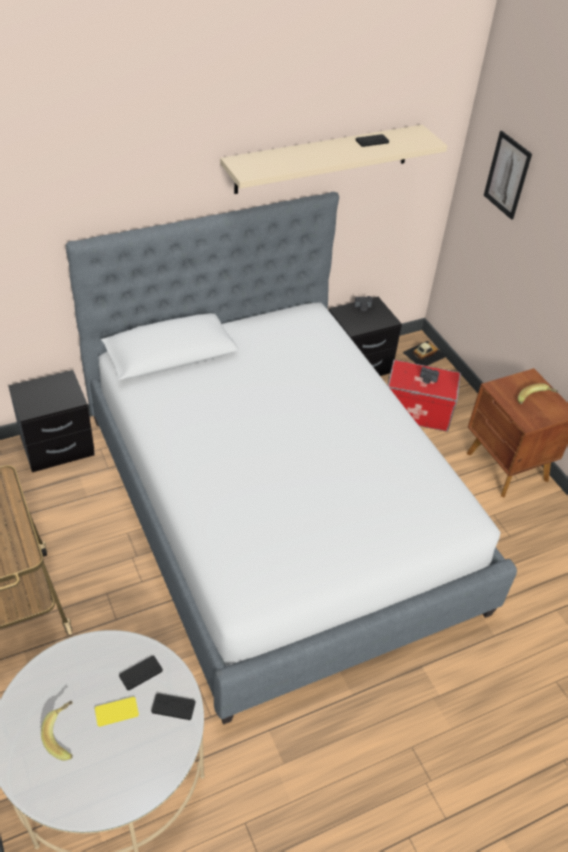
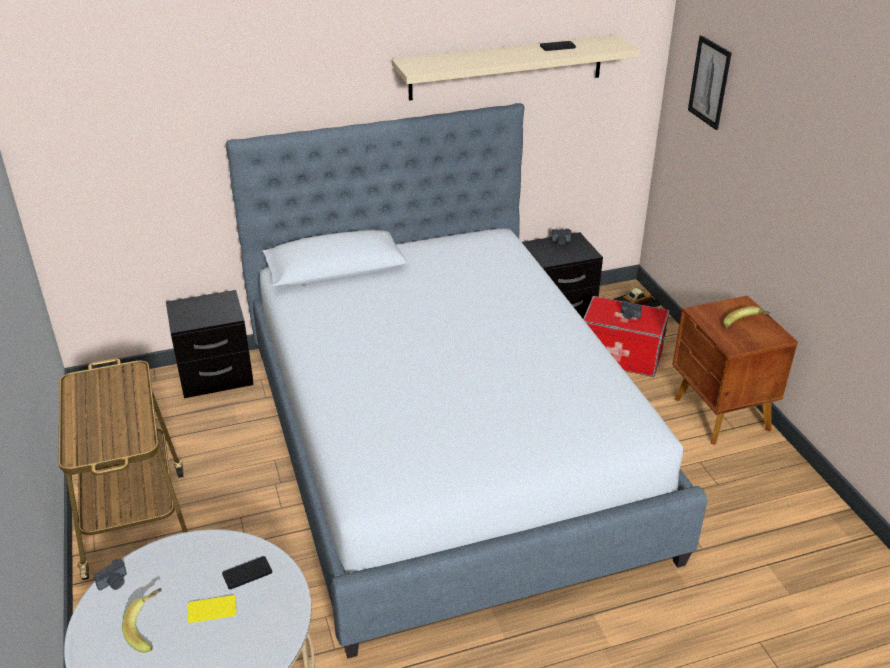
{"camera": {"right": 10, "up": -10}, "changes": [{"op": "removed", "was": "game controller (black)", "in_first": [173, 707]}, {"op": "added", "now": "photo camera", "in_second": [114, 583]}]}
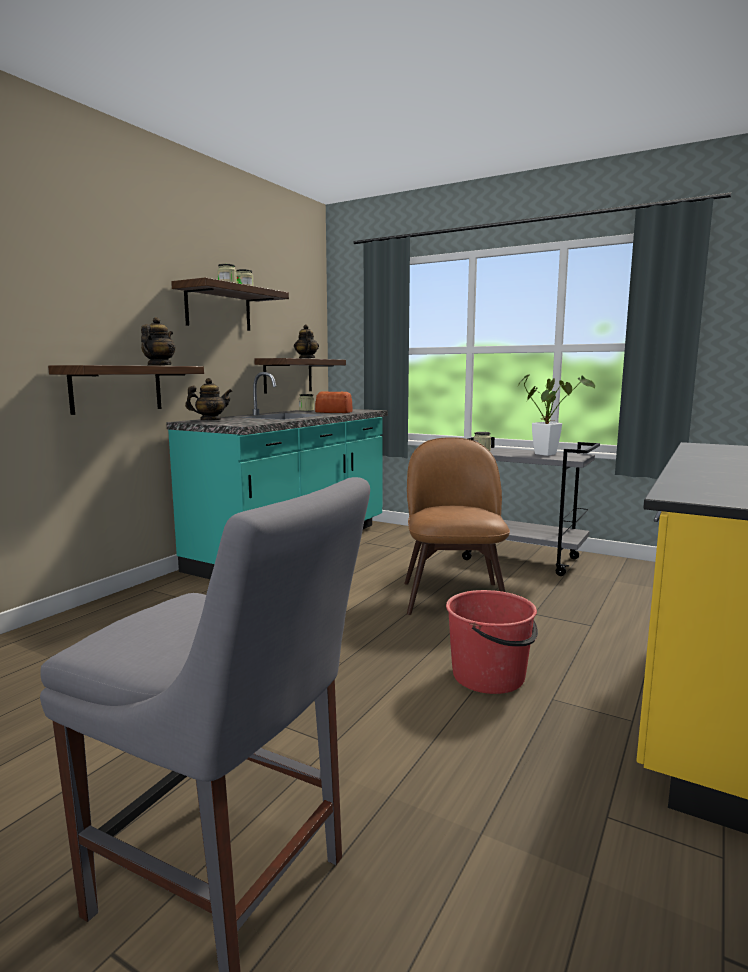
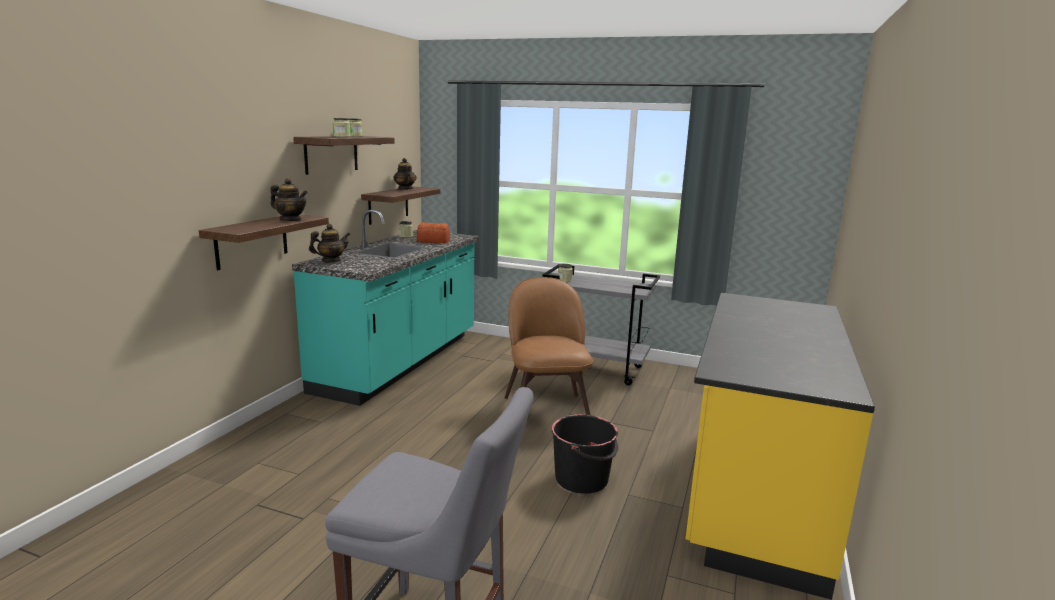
{"camera": {"right": -10, "up": 5}, "changes": [{"op": "turned", "was": "teapot", "in_first": [159, 365], "in_second": [290, 220], "clockwise": 105}, {"op": "removed", "was": "potted plant", "in_first": [548, 454]}, {"op": "recoloured", "was": "bucket (red)", "now": "bucket (black)", "in_first": [489, 676], "in_second": [582, 479]}]}
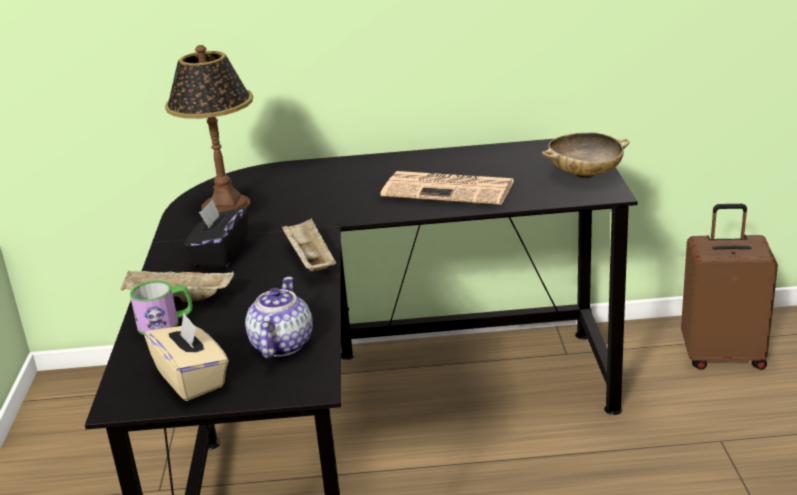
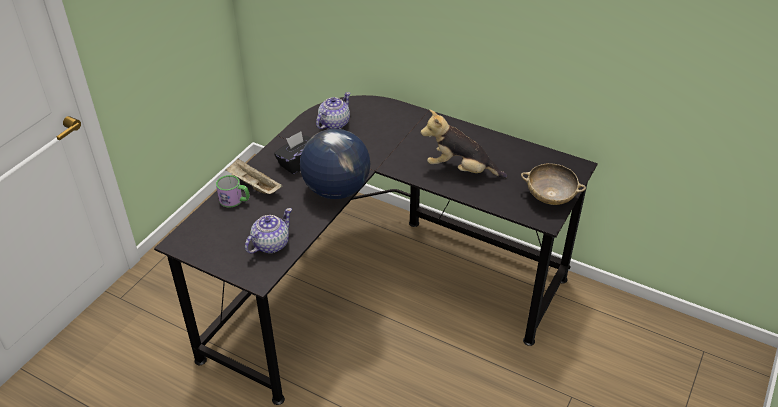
{"camera": {"right": 30, "up": 15}, "changes": [{"op": "replaced", "was": "table lamp", "now": "teapot", "in_first": [225, 205], "in_second": [333, 123]}, {"op": "replaced", "was": "newspaper", "now": "plush toy", "in_first": [450, 189], "in_second": [460, 170]}, {"op": "removed", "was": "suitcase (brown)", "in_first": [722, 355]}, {"op": "replaced", "was": "tray (beige)", "now": "globe", "in_first": [309, 260], "in_second": [336, 190]}, {"op": "removed", "was": "tissue box (beige)", "in_first": [192, 379]}]}
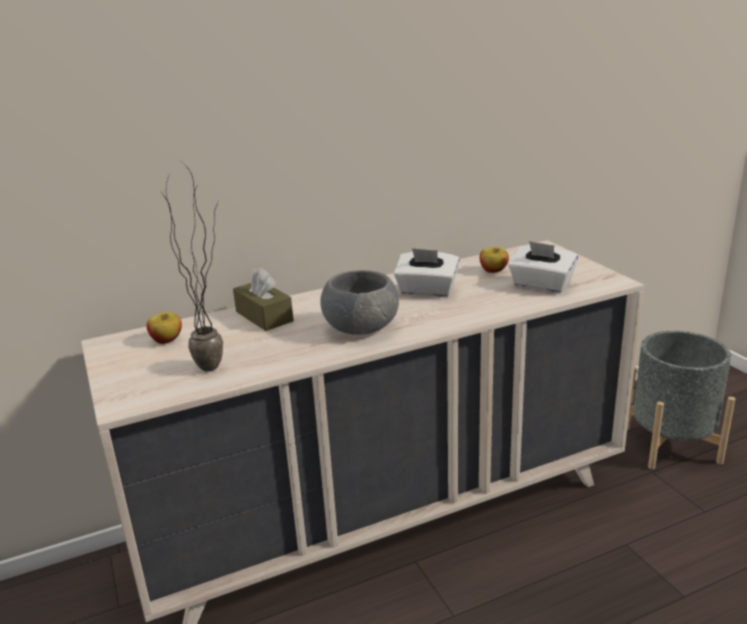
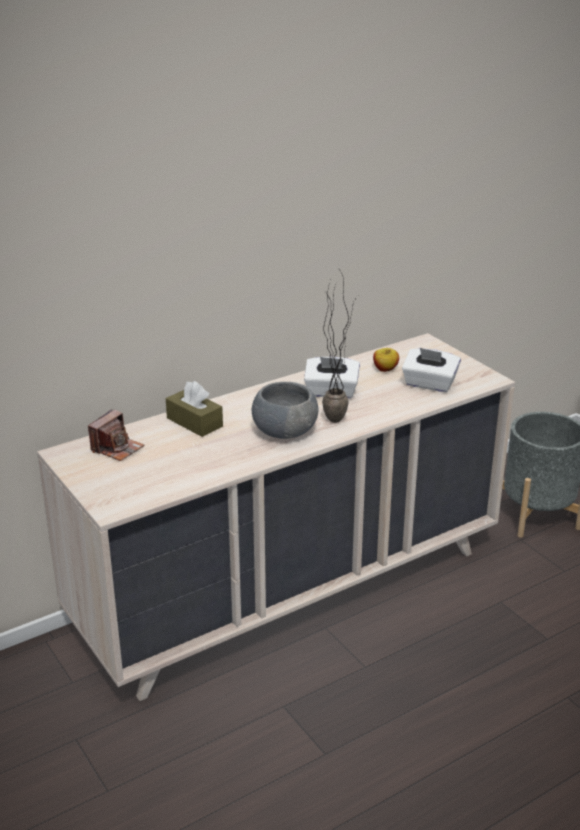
{"camera": {"right": -10, "up": 5}, "changes": [{"op": "moved", "was": "potted plant", "in_first": [217, 363], "in_second": [338, 416]}, {"op": "replaced", "was": "apple", "now": "photo camera", "in_first": [166, 340], "in_second": [117, 448]}]}
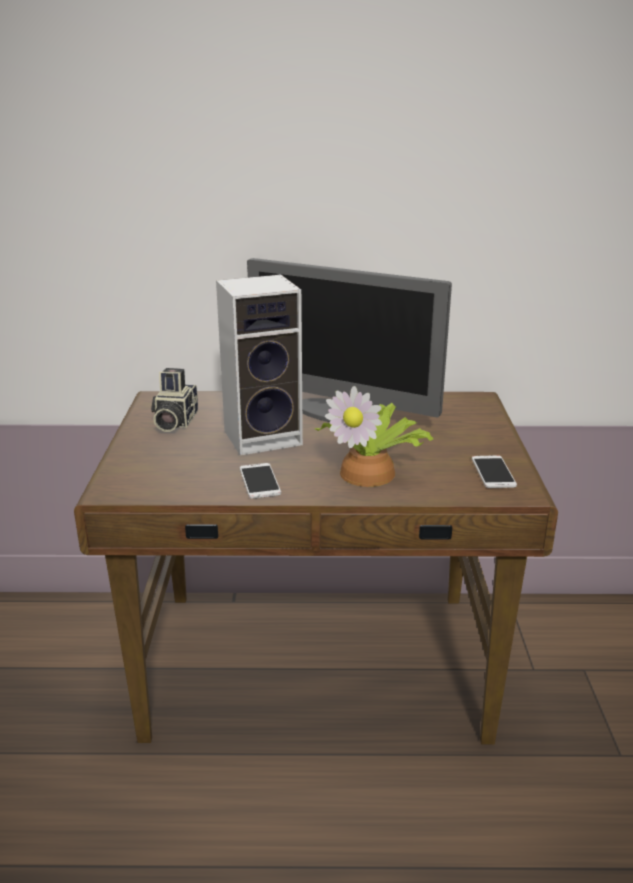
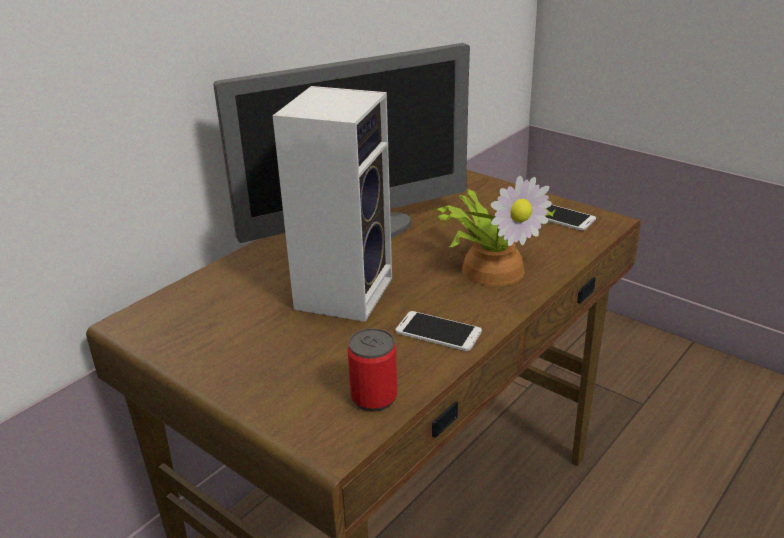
{"camera": {"right": -50, "up": 5}, "changes": [{"op": "removed", "was": "photo camera", "in_first": [174, 422]}, {"op": "added", "now": "can", "in_second": [374, 397]}]}
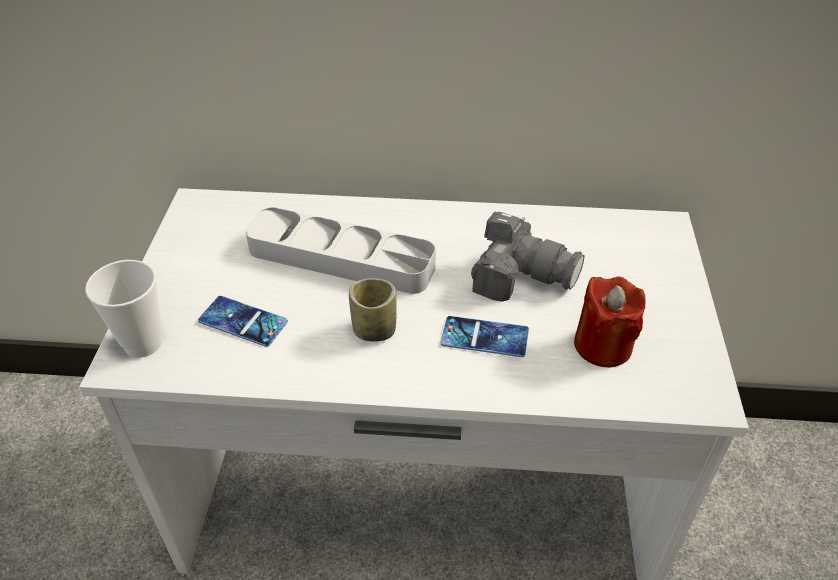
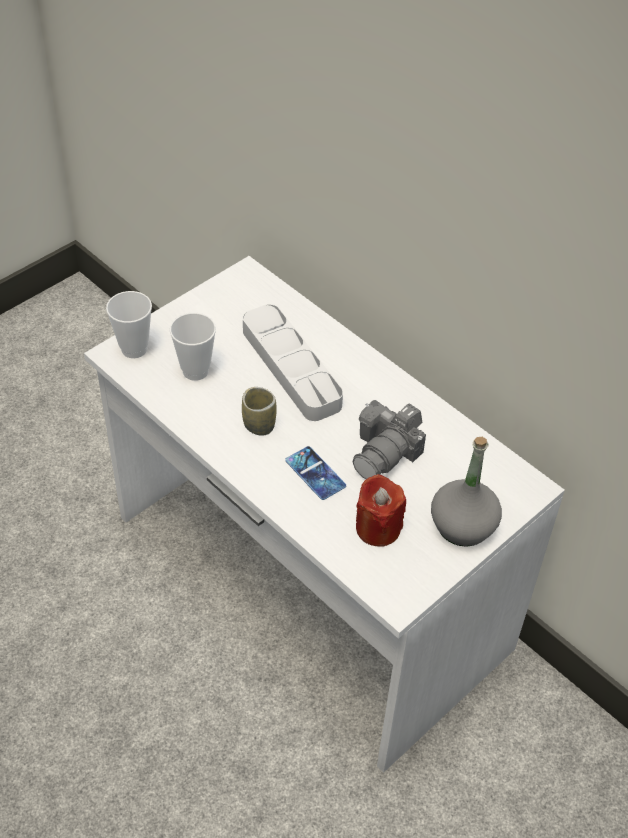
{"camera": {"right": 40, "up": 5}, "changes": [{"op": "turned", "was": "photo camera", "in_first": [521, 275], "in_second": [386, 452], "clockwise": 60}, {"op": "replaced", "was": "phone", "now": "cup", "in_first": [243, 321], "in_second": [195, 371]}, {"op": "added", "now": "bottle (grey)", "in_second": [462, 525]}]}
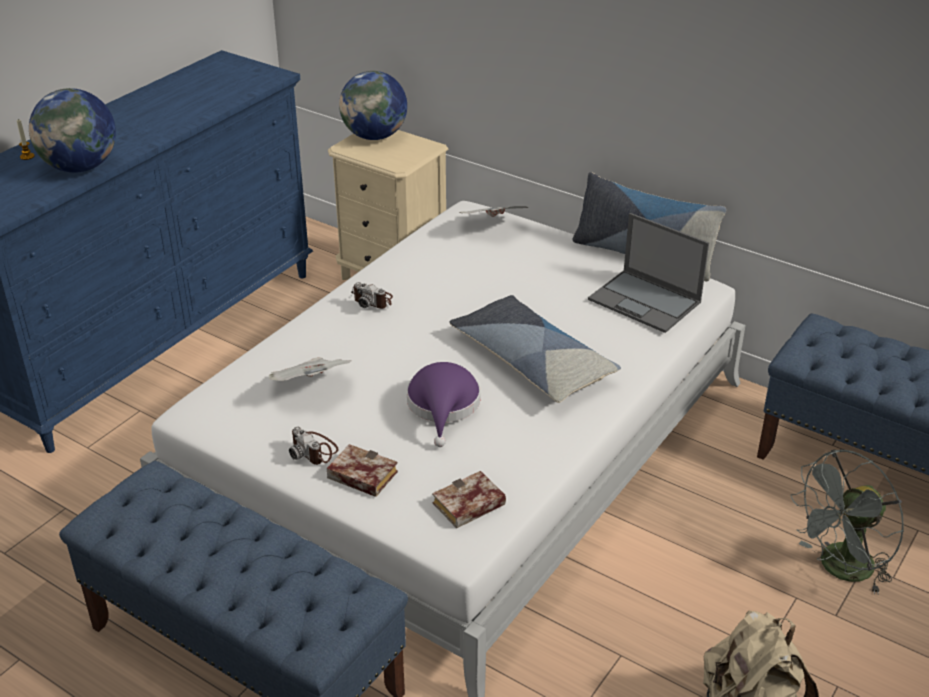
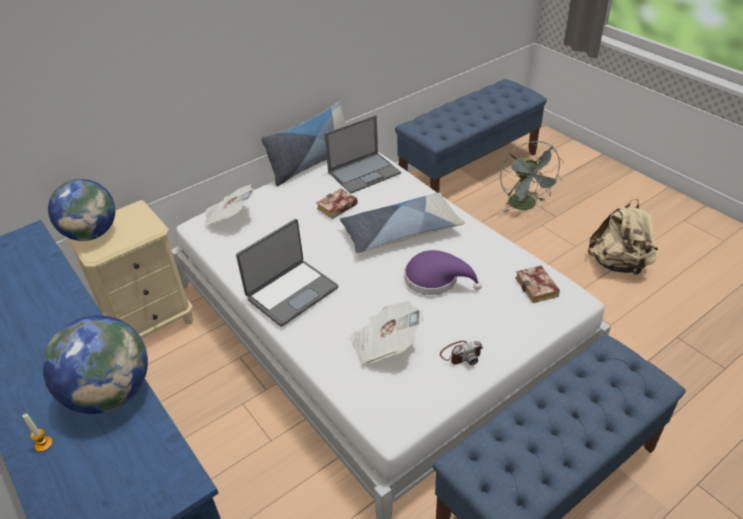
{"camera": {"right": -70, "up": 5}, "changes": [{"op": "replaced", "was": "photo camera", "now": "laptop", "in_first": [373, 300], "in_second": [291, 292]}, {"op": "moved", "was": "book", "in_first": [359, 476], "in_second": [337, 208]}]}
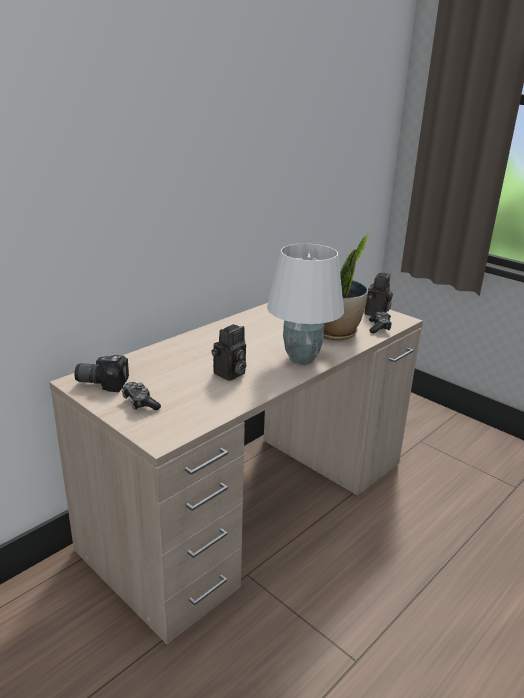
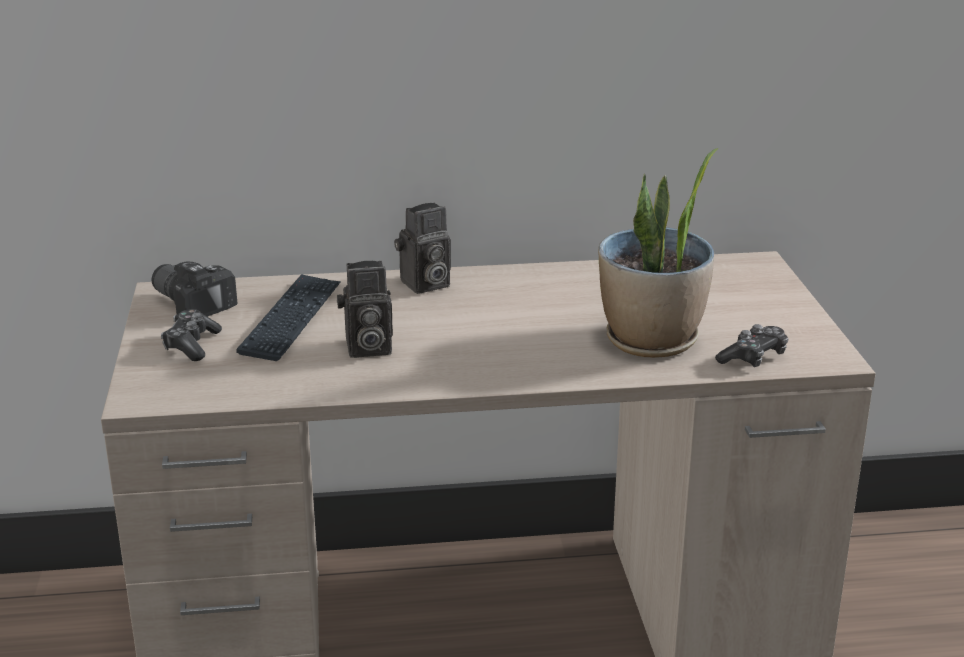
{"camera": {"right": 40, "up": 0}, "changes": [{"op": "removed", "was": "table lamp (white)", "in_first": [301, 359]}, {"op": "moved", "was": "photo camera", "in_first": [377, 313], "in_second": [424, 285]}, {"op": "added", "now": "keyboard", "in_second": [291, 319]}]}
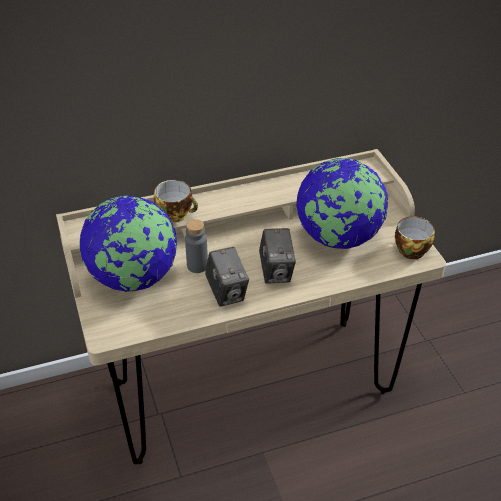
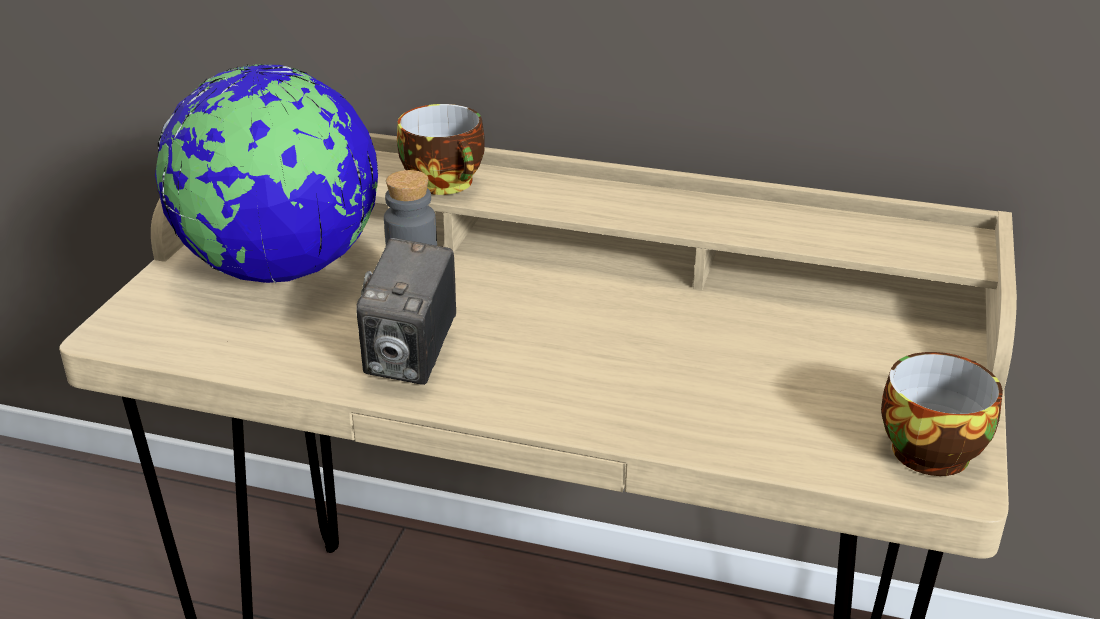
{"camera": {"right": 35, "up": -10}, "changes": [{"op": "removed", "was": "globe", "in_first": [338, 238]}, {"op": "removed", "was": "photo camera", "in_first": [276, 272]}]}
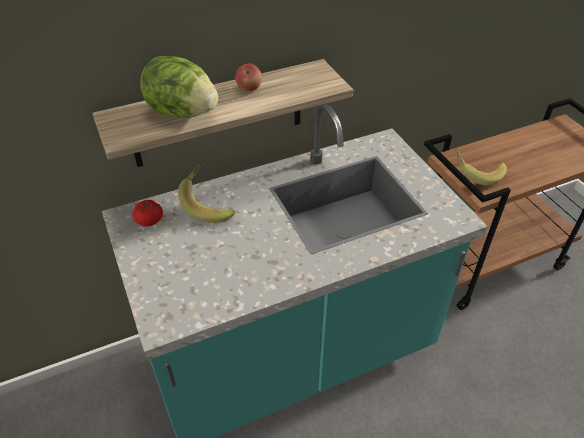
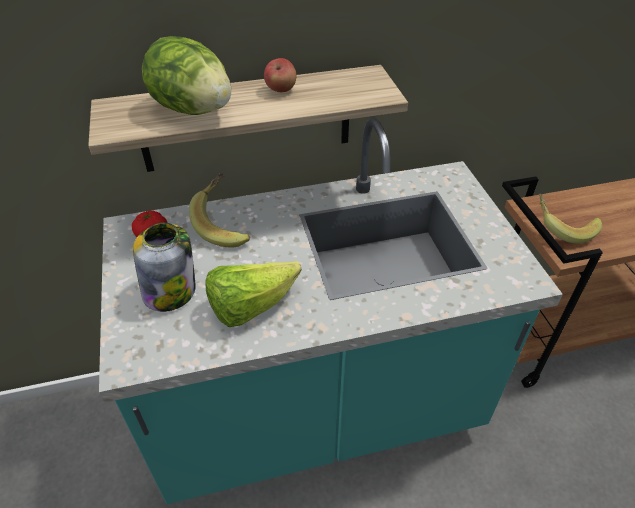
{"camera": {"right": 10, "up": 0}, "changes": [{"op": "added", "now": "jar", "in_second": [170, 290]}, {"op": "added", "now": "lettuce", "in_second": [251, 306]}]}
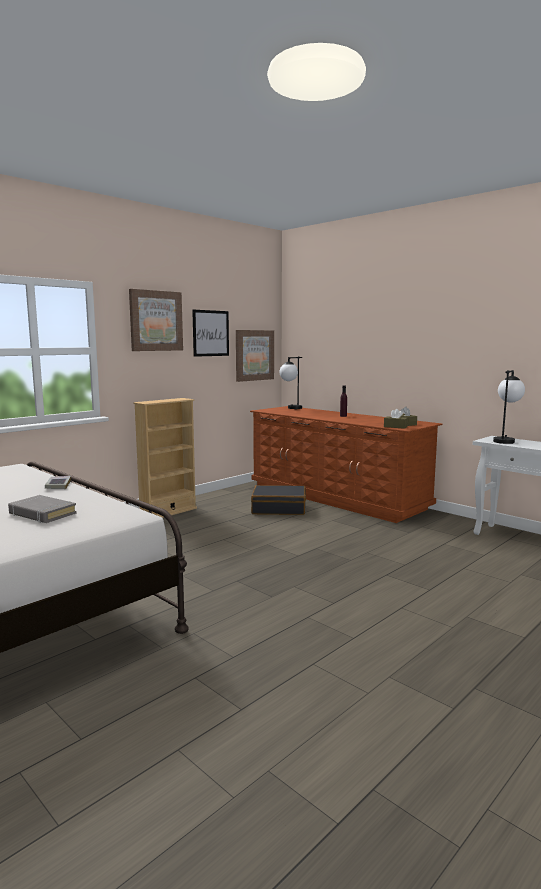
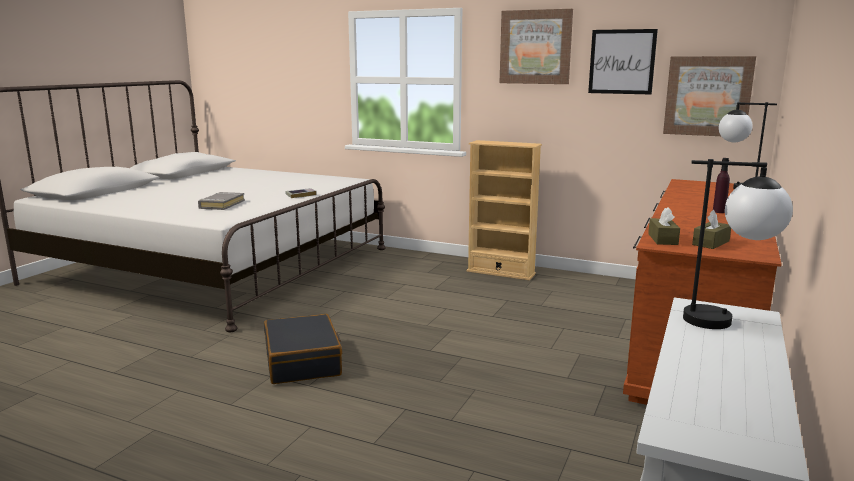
{"camera": {"right": 70, "up": 5}, "changes": [{"op": "moved", "was": "suitcase (black)", "in_first": [279, 508], "in_second": [303, 361]}]}
